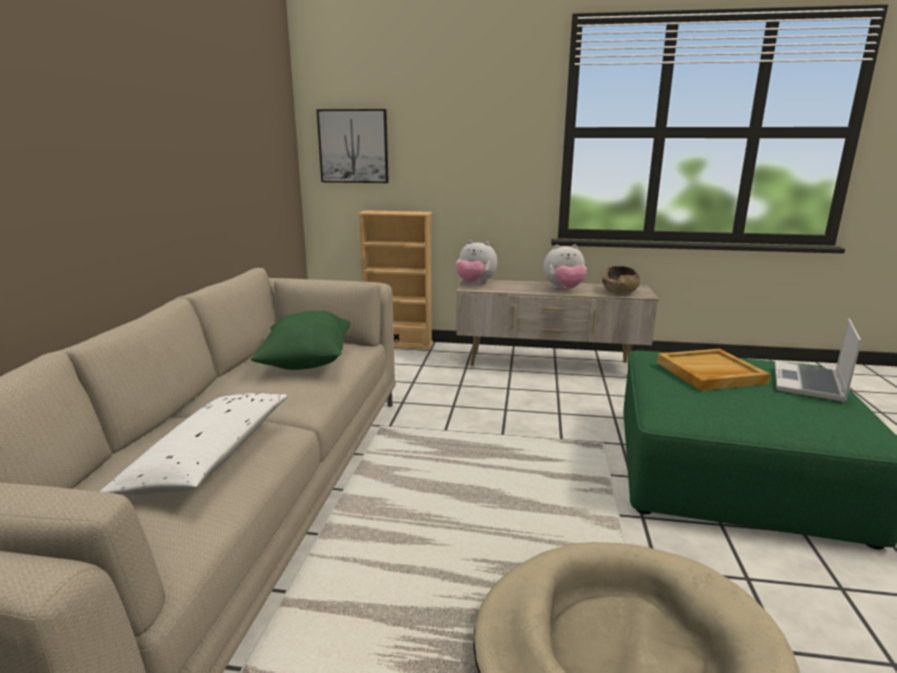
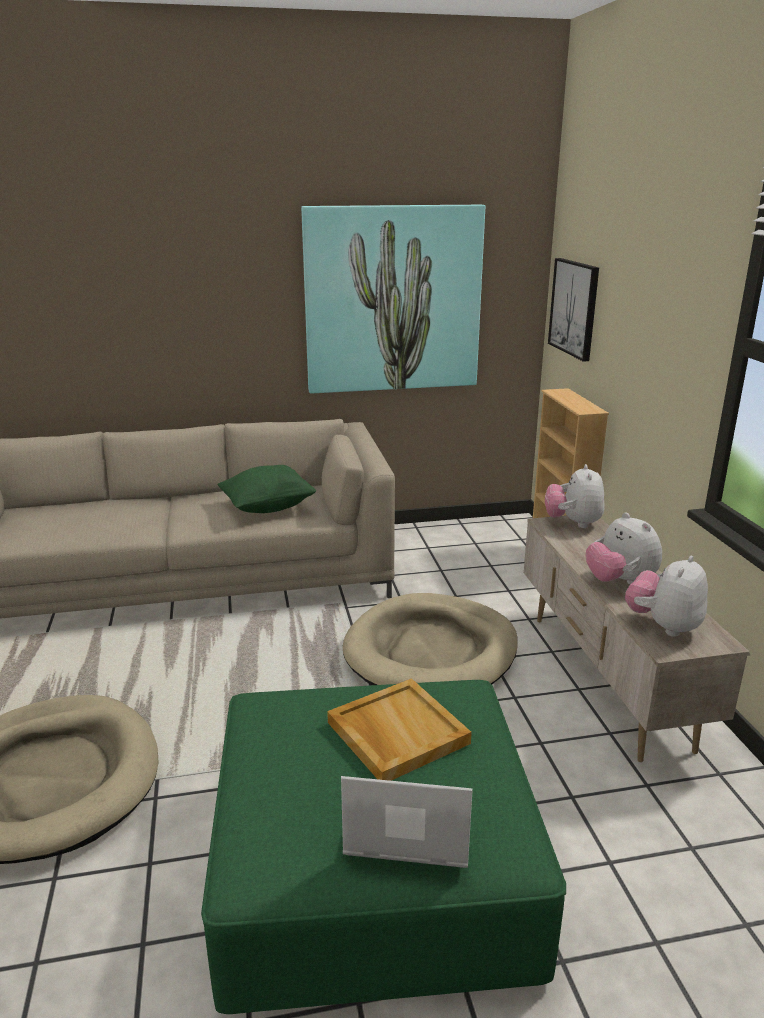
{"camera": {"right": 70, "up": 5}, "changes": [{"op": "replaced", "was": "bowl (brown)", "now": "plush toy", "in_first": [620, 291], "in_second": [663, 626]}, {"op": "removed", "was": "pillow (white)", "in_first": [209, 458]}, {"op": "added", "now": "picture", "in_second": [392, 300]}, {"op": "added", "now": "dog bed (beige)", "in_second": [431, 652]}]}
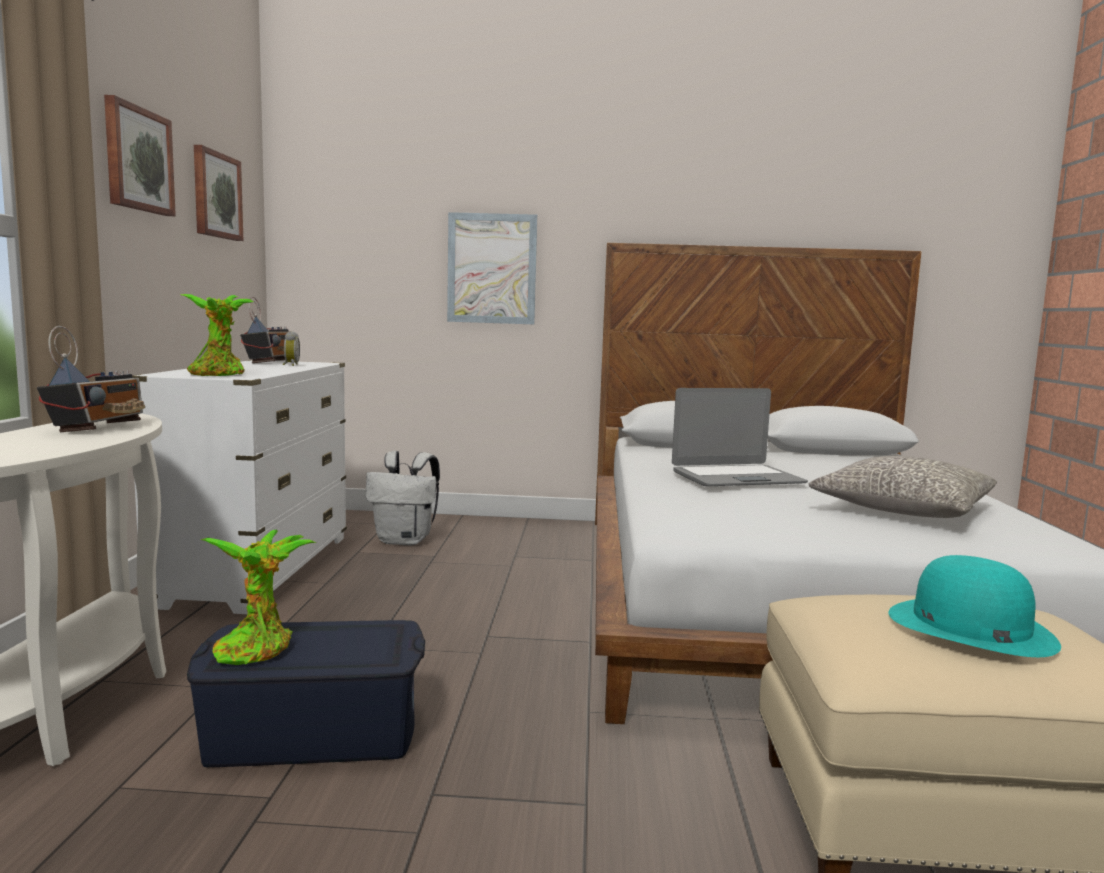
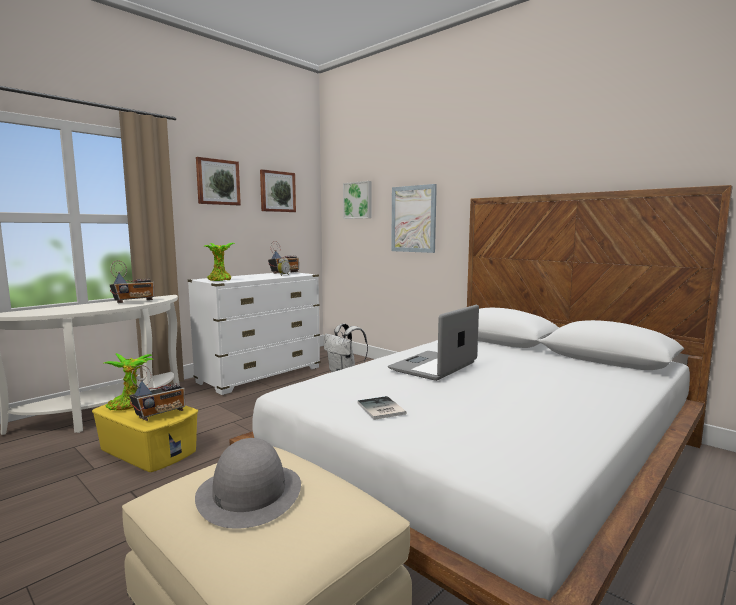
{"camera": {"right": 40, "up": 0}, "changes": [{"op": "turned", "was": "laptop", "in_first": [736, 478], "in_second": [434, 366], "clockwise": 105}, {"op": "removed", "was": "pillow (grey)", "in_first": [902, 509]}, {"op": "recoloured", "was": "hat (turquoise)", "now": "hat (grey)", "in_first": [969, 627], "in_second": [249, 493]}, {"op": "recoloured", "was": "storage box (blue)", "now": "storage box (yellow)", "in_first": [313, 732], "in_second": [148, 450]}, {"op": "added", "now": "picture", "in_second": [358, 200]}, {"op": "added", "now": "radio", "in_second": [160, 414]}, {"op": "added", "now": "book", "in_second": [380, 409]}]}
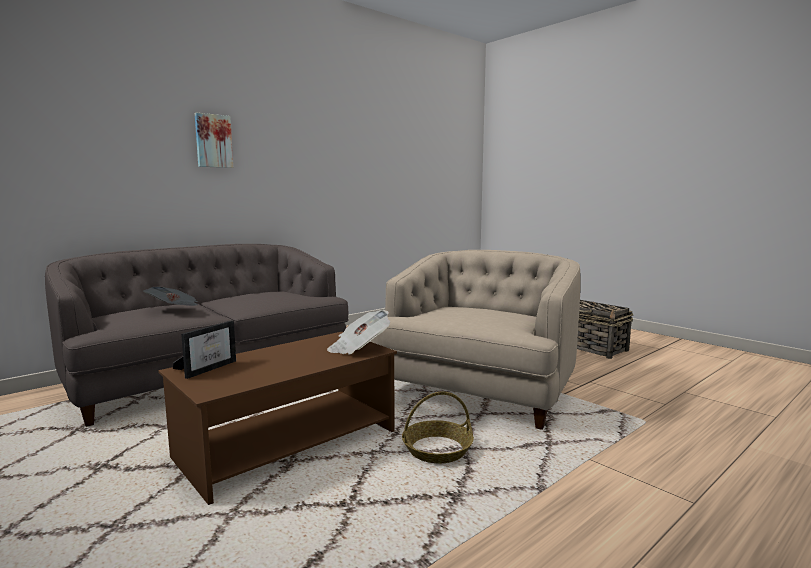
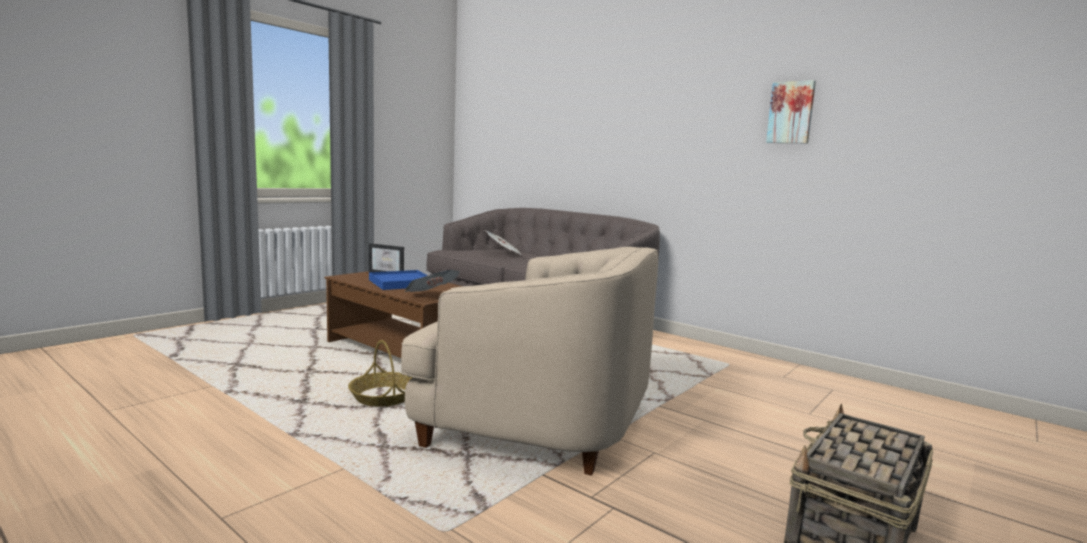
{"camera": {"right": 80, "up": 0}, "changes": [{"op": "moved", "was": "picture", "in_first": [213, 141], "in_second": [791, 112]}, {"op": "added", "now": "tray (blue)", "in_second": [401, 283]}]}
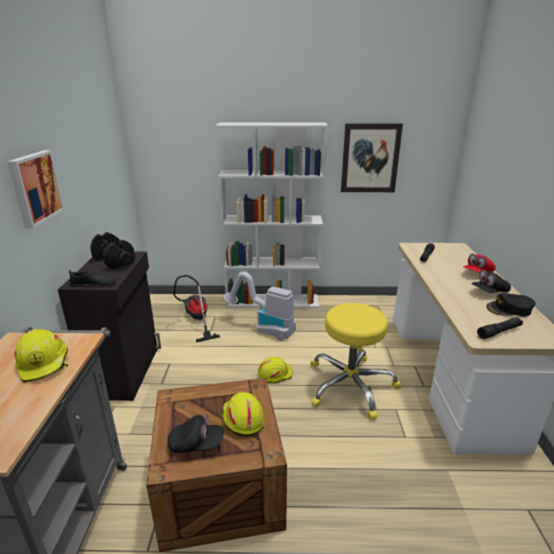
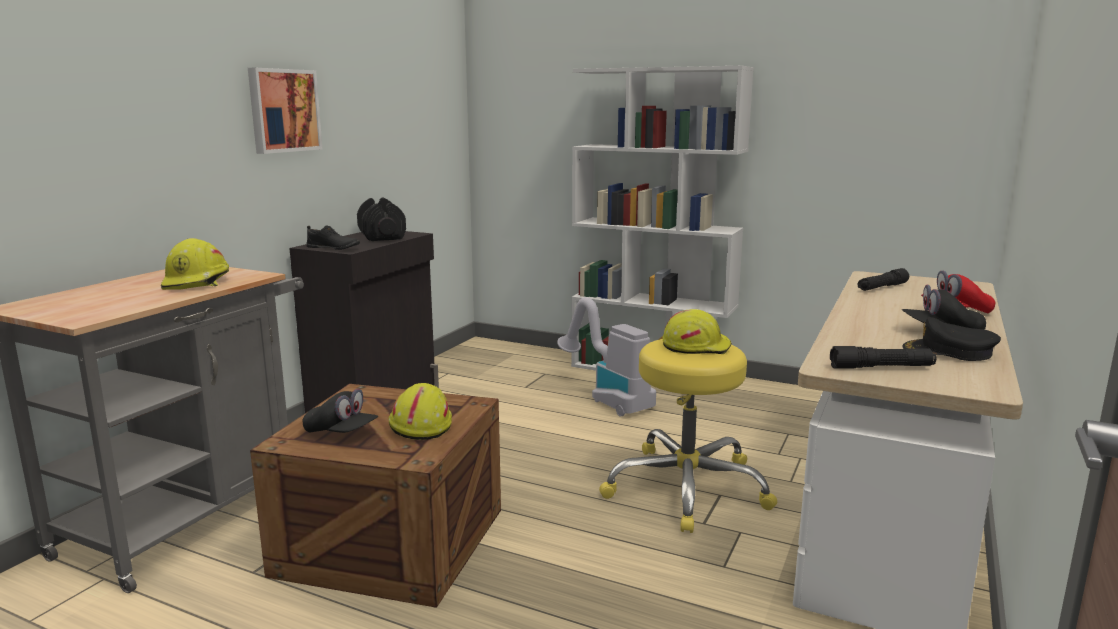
{"camera": {"right": 25, "up": -10}, "changes": [{"op": "removed", "was": "picture", "in_first": [370, 158]}, {"op": "removed", "was": "vacuum cleaner", "in_first": [196, 320]}, {"op": "moved", "was": "hard hat (yellow)", "in_first": [275, 374], "in_second": [696, 346]}]}
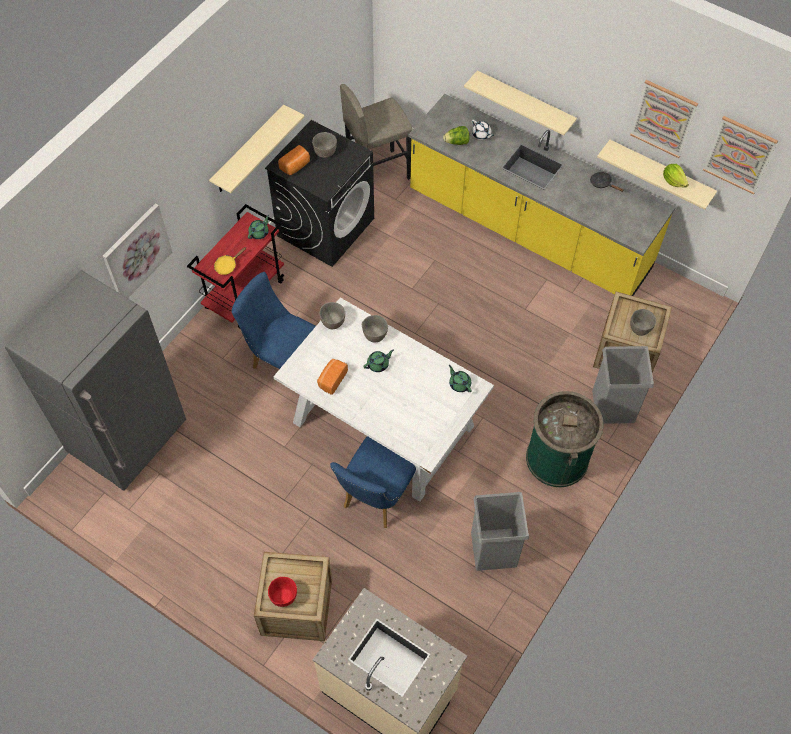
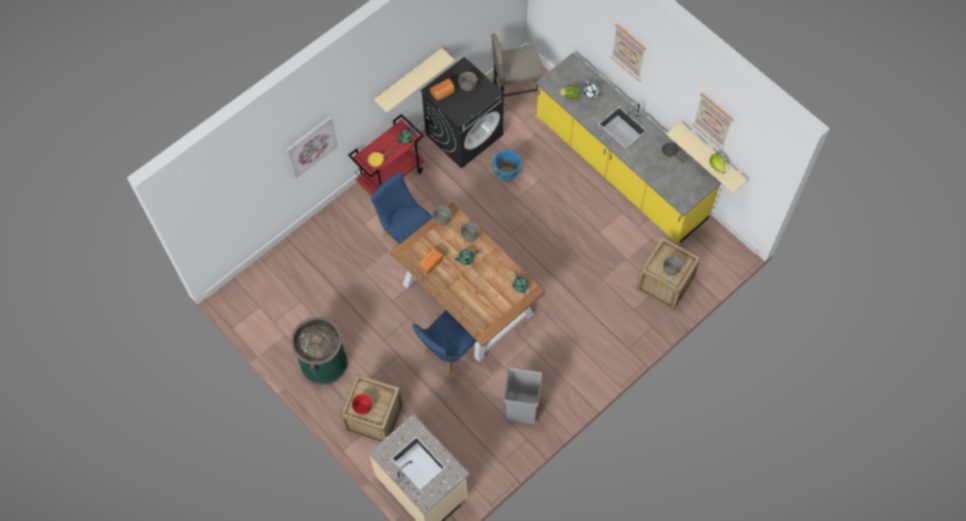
{"camera": {"right": 15, "up": 5}, "changes": [{"op": "removed", "was": "shelf (beige)", "in_first": [524, 103]}, {"op": "moved", "was": "picture", "in_first": [739, 154], "in_second": [628, 52]}, {"op": "removed", "was": "fridge (grey)", "in_first": [129, 439]}, {"op": "recoloured", "was": "dining table (white)", "now": "dining table (brown)", "in_first": [382, 424], "in_second": [467, 299]}, {"op": "removed", "was": "trash can (grey)", "in_first": [613, 406]}, {"op": "moved", "was": "trash can (green)", "in_first": [557, 458], "in_second": [324, 362]}, {"op": "added", "now": "bucket (blue)", "in_second": [507, 174]}]}
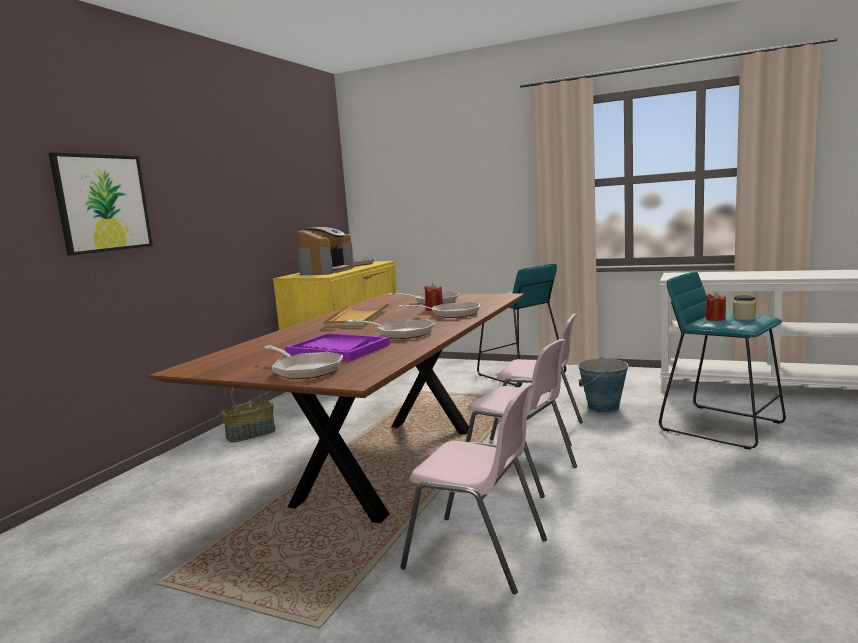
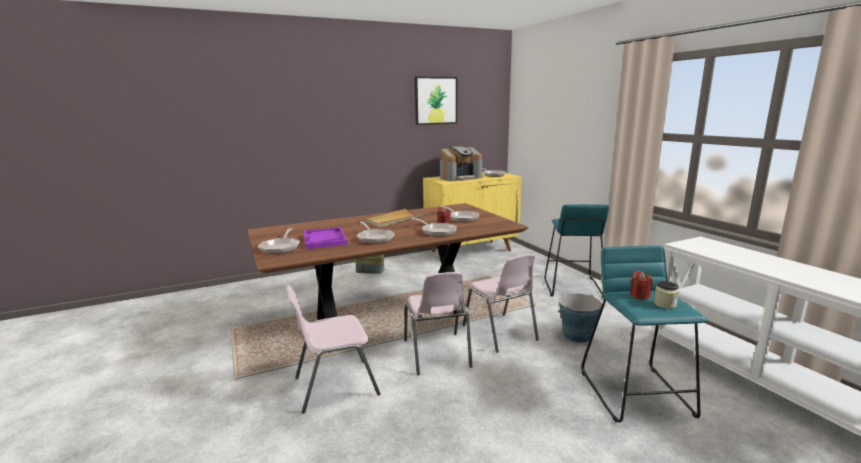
{"camera": {"right": 40, "up": 5}, "changes": [{"op": "moved", "was": "picture", "in_first": [102, 203], "in_second": [436, 100]}, {"op": "turned", "was": "chair (pink)", "in_first": [478, 554], "in_second": [334, 386], "clockwise": 90}]}
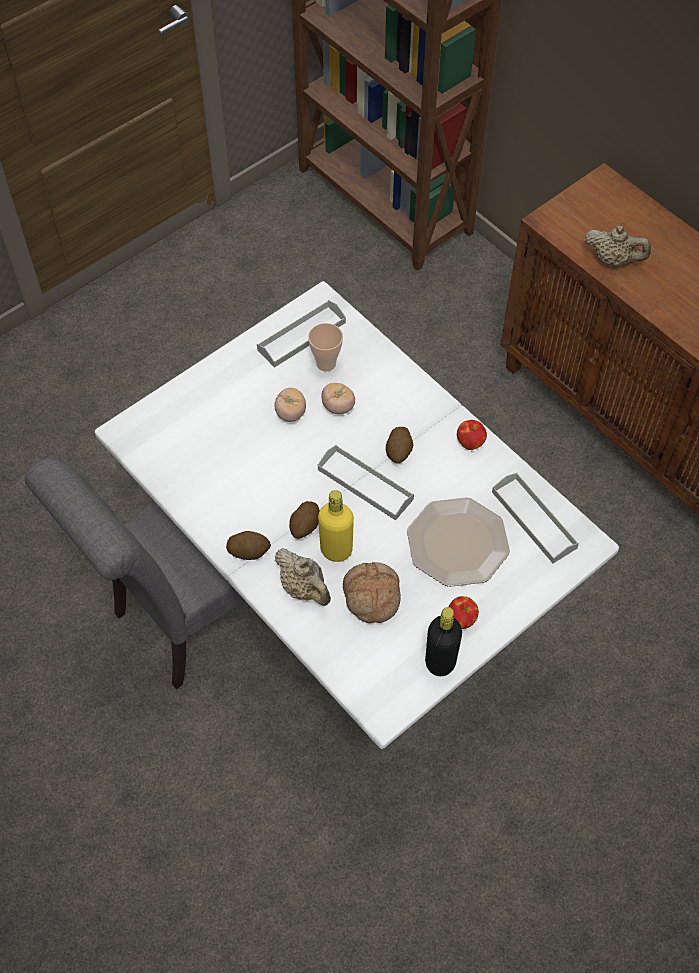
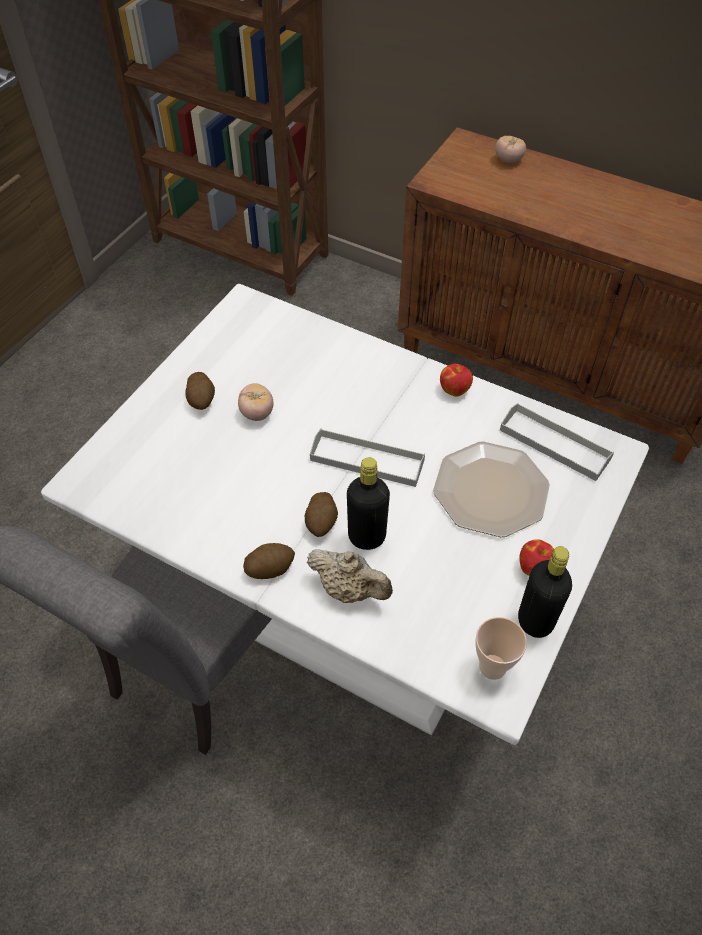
{"camera": {"right": -20, "up": -5}, "changes": [{"op": "removed", "was": "teapot (beige)", "in_first": [613, 260]}, {"op": "removed", "was": "tray (grey)", "in_first": [301, 336]}, {"op": "moved", "was": "cup", "in_first": [326, 363], "in_second": [492, 666]}, {"op": "moved", "was": "tomato", "in_first": [338, 407], "in_second": [508, 160]}, {"op": "moved", "was": "potato", "in_first": [399, 451], "in_second": [201, 400]}, {"op": "recoloured", "was": "bottle (yellow)", "now": "bottle (black)", "in_first": [336, 550], "in_second": [366, 537]}, {"op": "removed", "was": "bread", "in_first": [370, 596]}]}
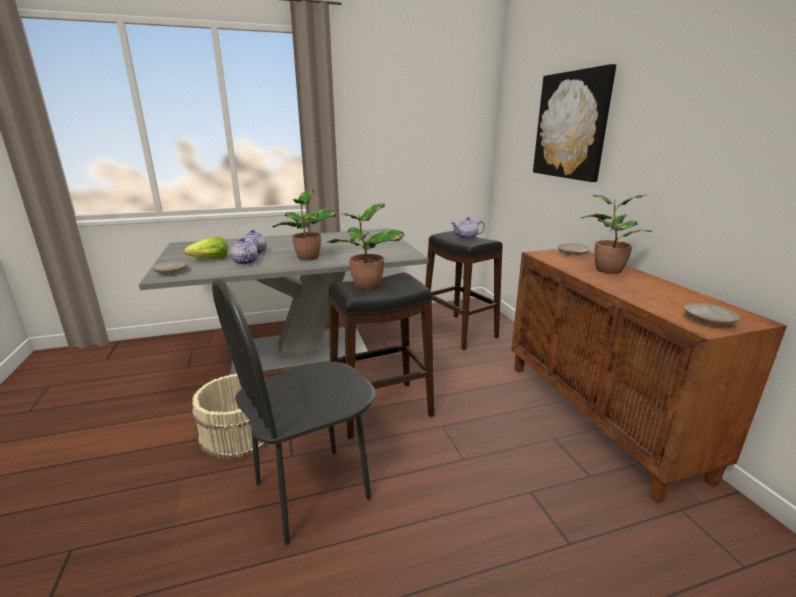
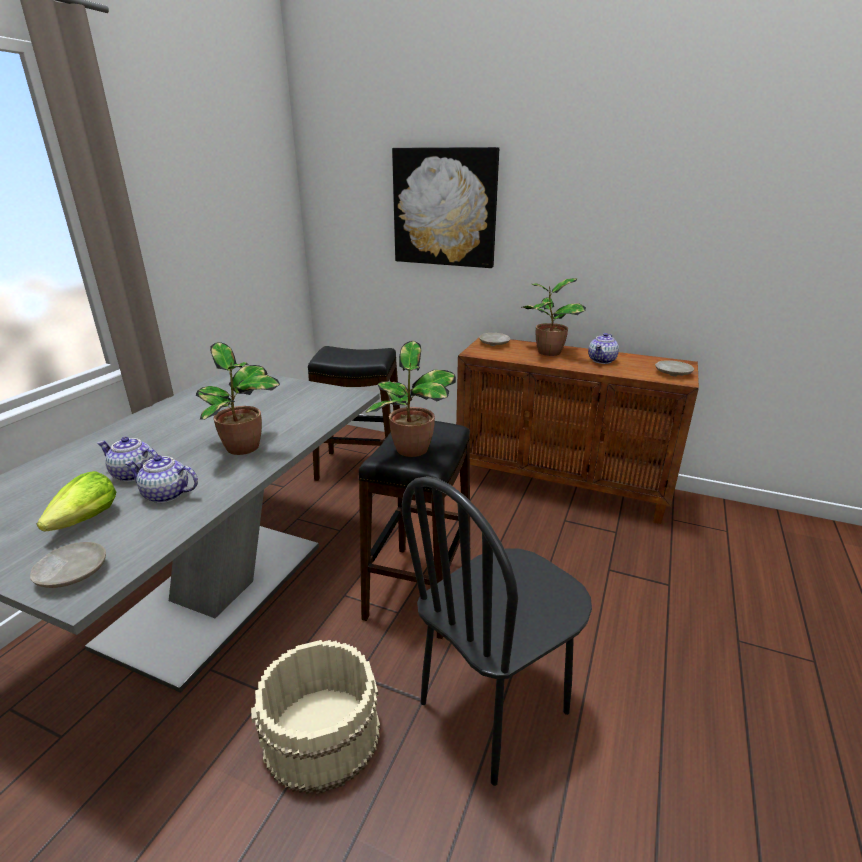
{"camera": {"right": -50, "up": 5}, "changes": [{"op": "moved", "was": "teapot", "in_first": [467, 237], "in_second": [602, 360]}, {"op": "turned", "was": "chair (black)", "in_first": [312, 491], "in_second": [495, 708], "clockwise": 45}]}
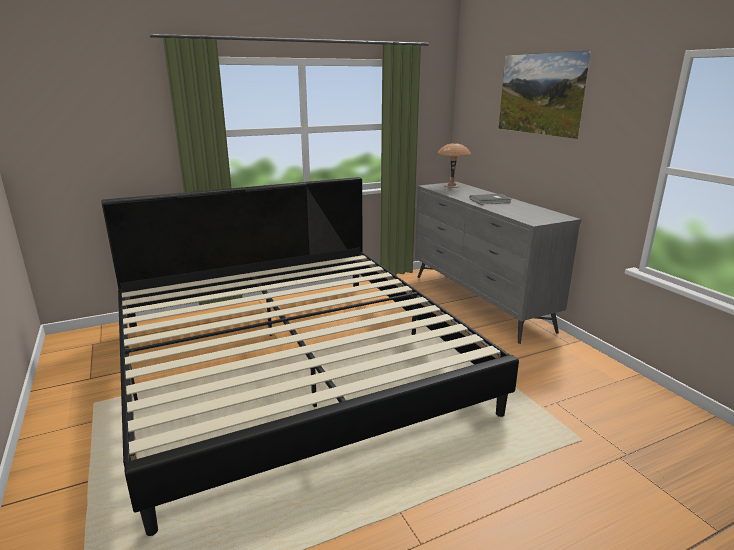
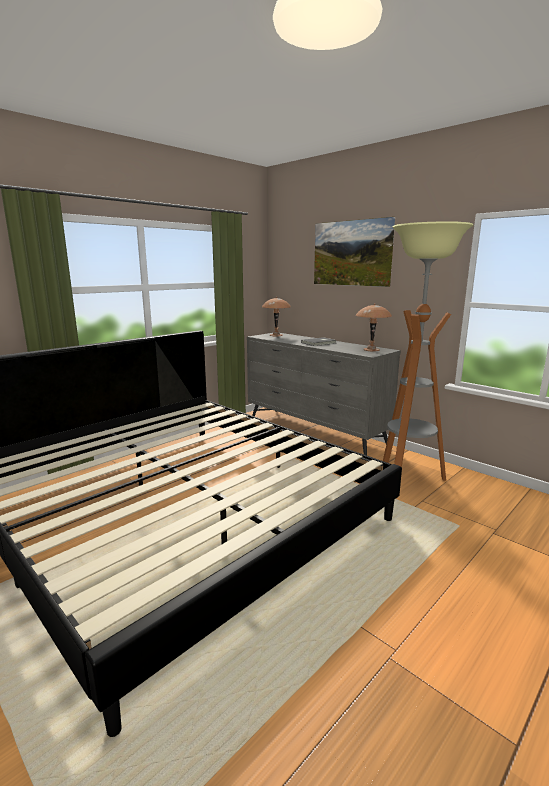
{"camera": {"right": -20, "up": -5}, "changes": [{"op": "added", "now": "floor lamp", "in_second": [407, 477]}, {"op": "added", "now": "table lamp (brown)", "in_second": [371, 350]}]}
